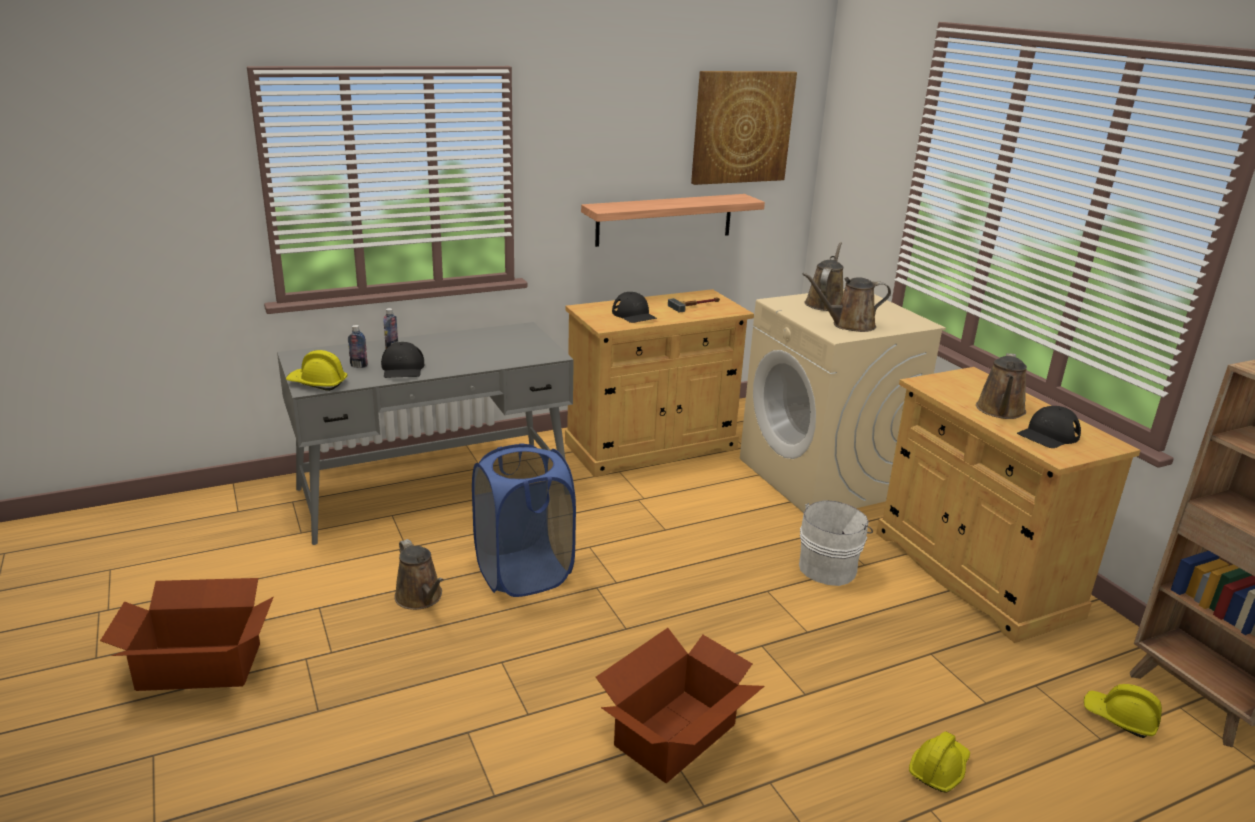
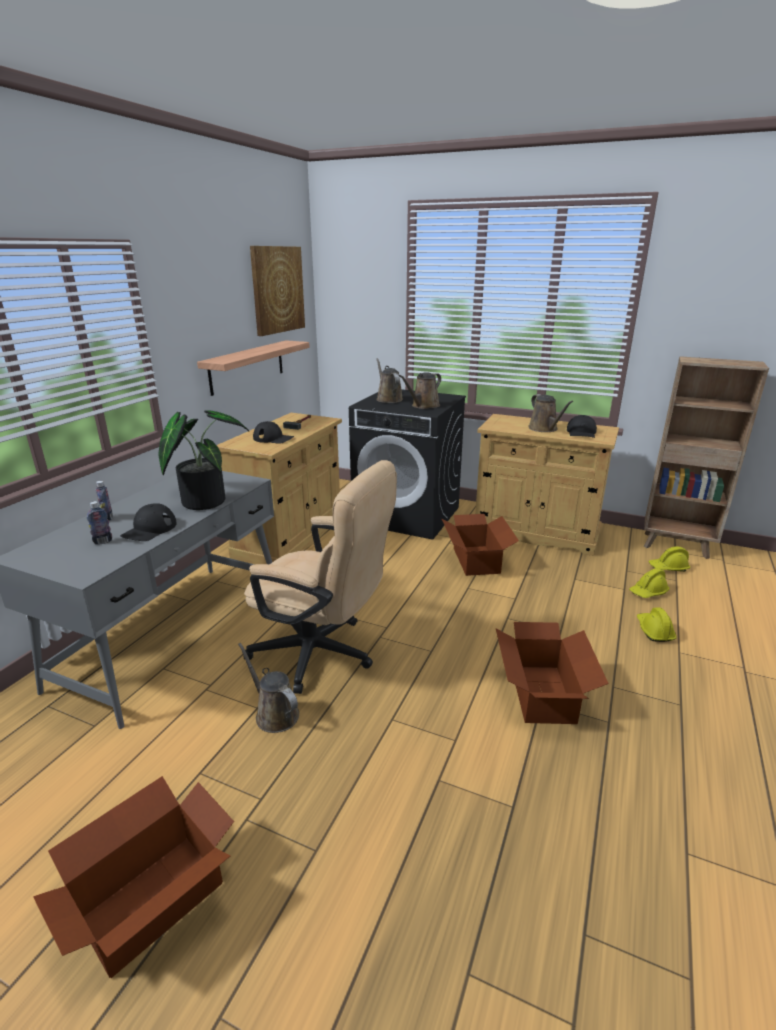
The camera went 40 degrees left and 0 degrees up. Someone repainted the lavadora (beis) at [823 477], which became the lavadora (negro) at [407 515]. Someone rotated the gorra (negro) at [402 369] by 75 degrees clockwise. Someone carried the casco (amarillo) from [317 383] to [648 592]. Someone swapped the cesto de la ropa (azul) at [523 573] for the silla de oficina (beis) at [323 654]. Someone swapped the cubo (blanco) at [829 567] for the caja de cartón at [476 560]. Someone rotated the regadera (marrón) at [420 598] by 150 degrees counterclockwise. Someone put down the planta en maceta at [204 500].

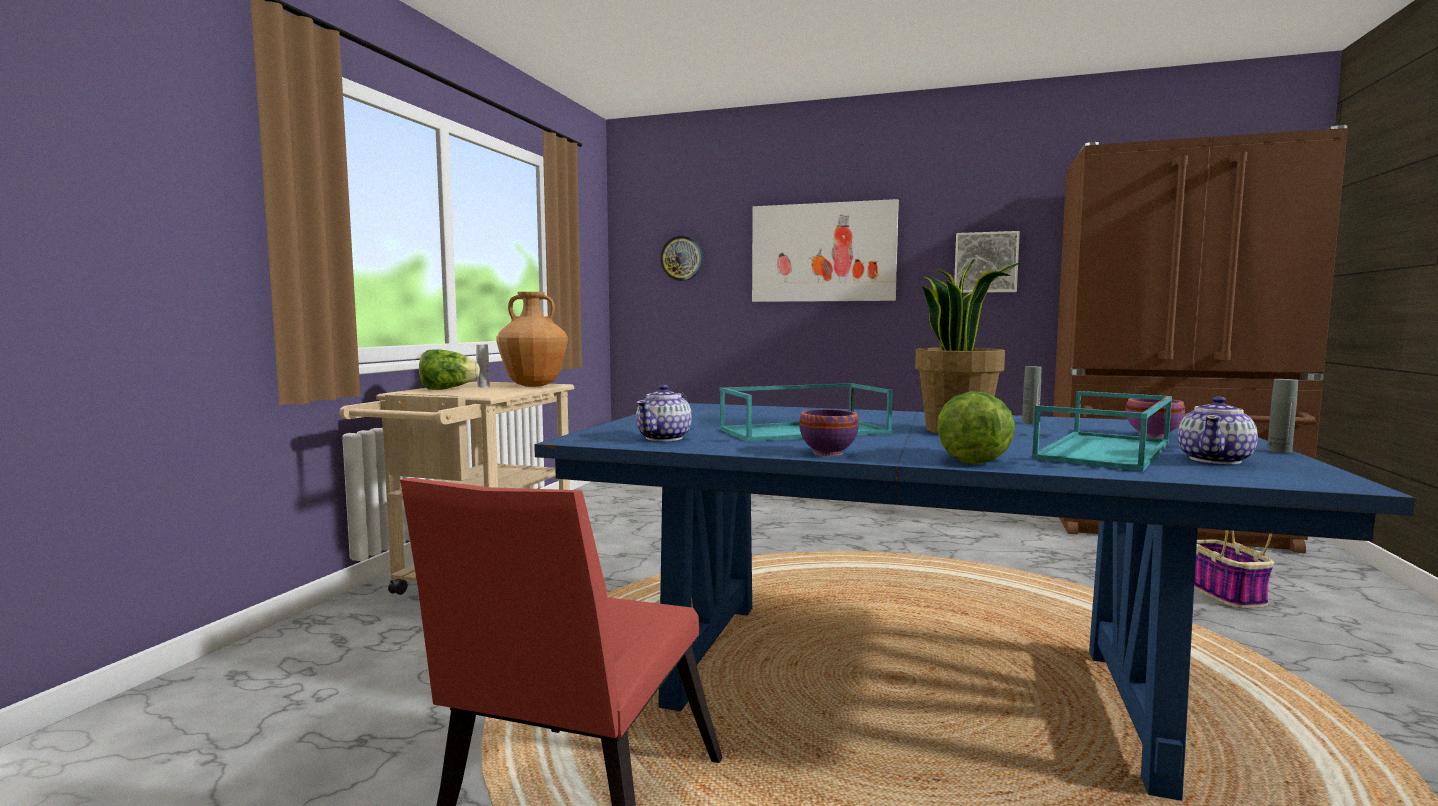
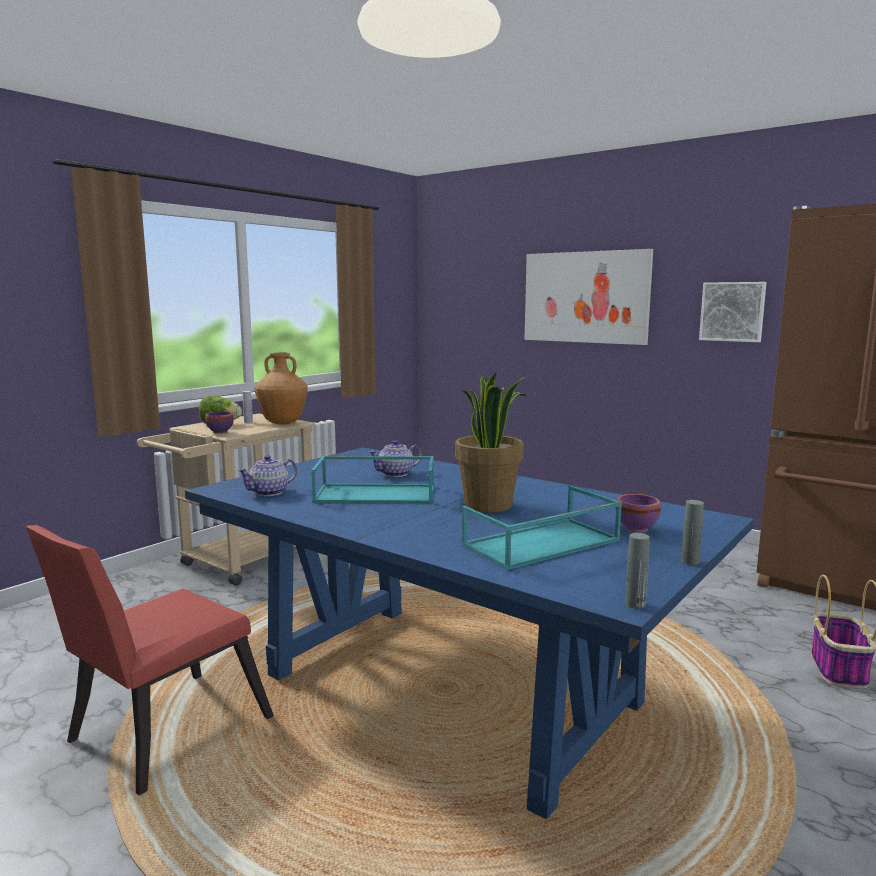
The camera went 20 degrees right and 5 degrees up. Someone took away the reloj de pared at [682 258]. Someone carried the botella (gris) from [1030 423] to [635 604]. Someone took away the lechuga at [970 459]. Someone carried the tetera from [1215 460] to [396 474]. Someone carried the cuenco (morado) from [826 453] to [219 432].

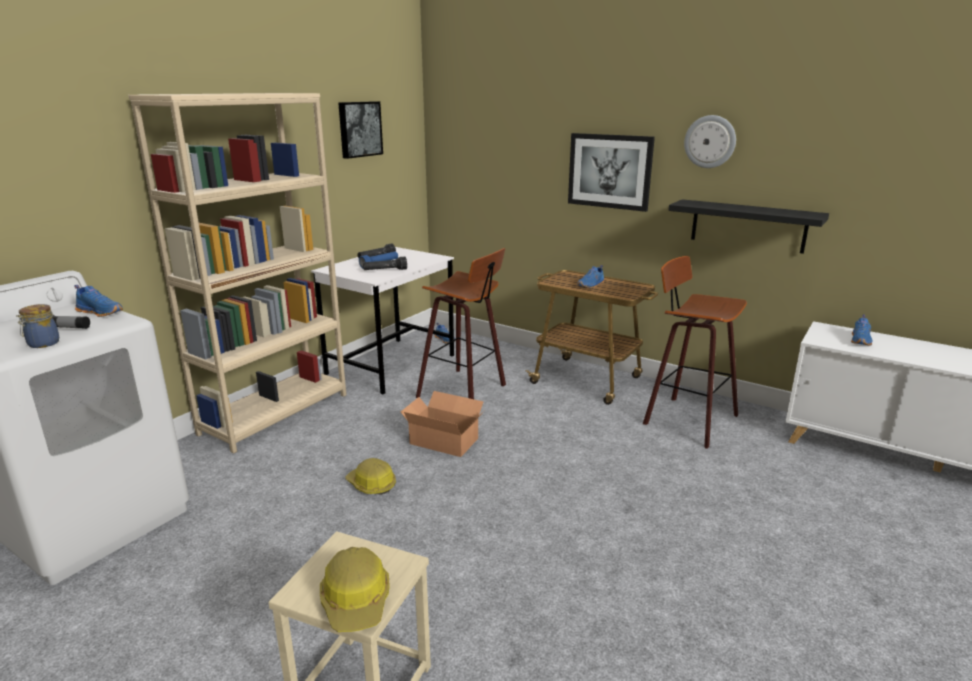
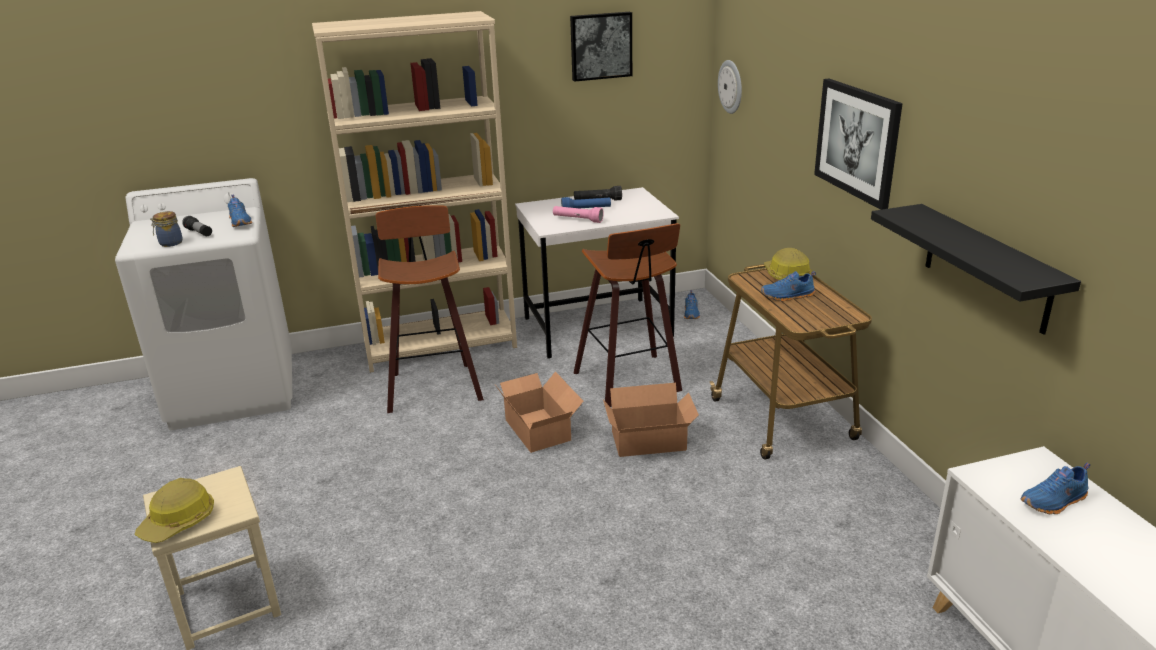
The camera went 40 degrees right and 5 degrees up. Someone carried the reloj de pared from [710 141] to [731 86]. Someone carried the taburete from [687 419] to [432 385]. Someone repainted the linterna (negro) at [385 270], which became the linterna (rosa) at [577 220]. Someone carried the casco from [371 485] to [786 276]. Someone put down the caja de cartón at [651 442].

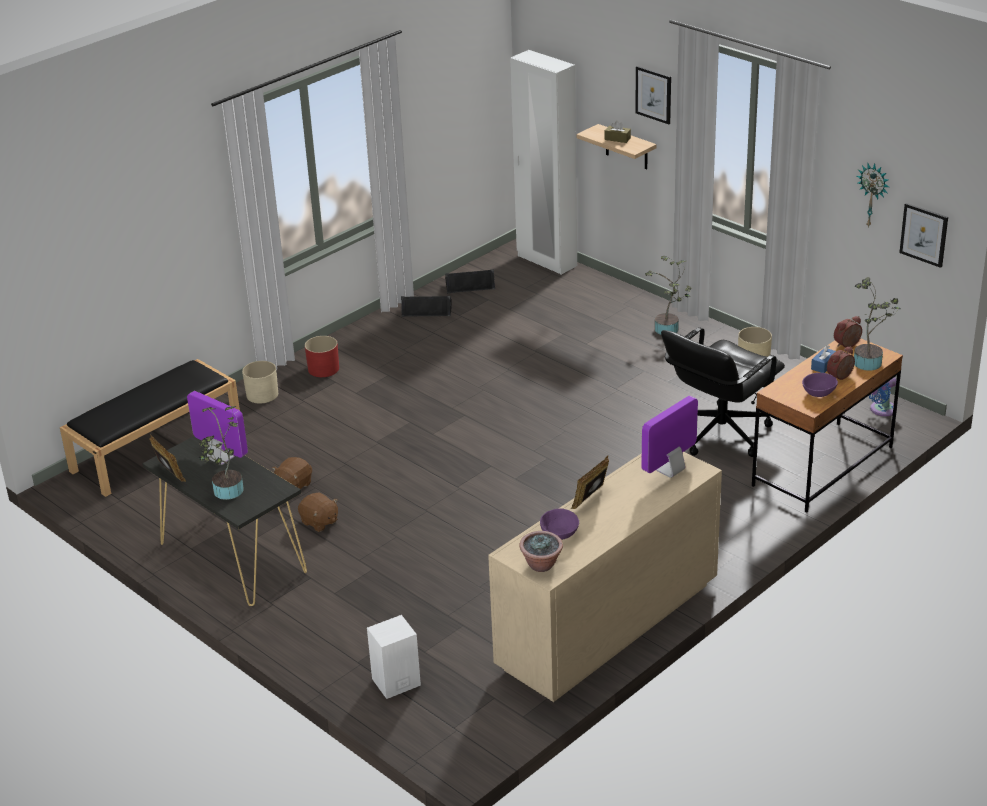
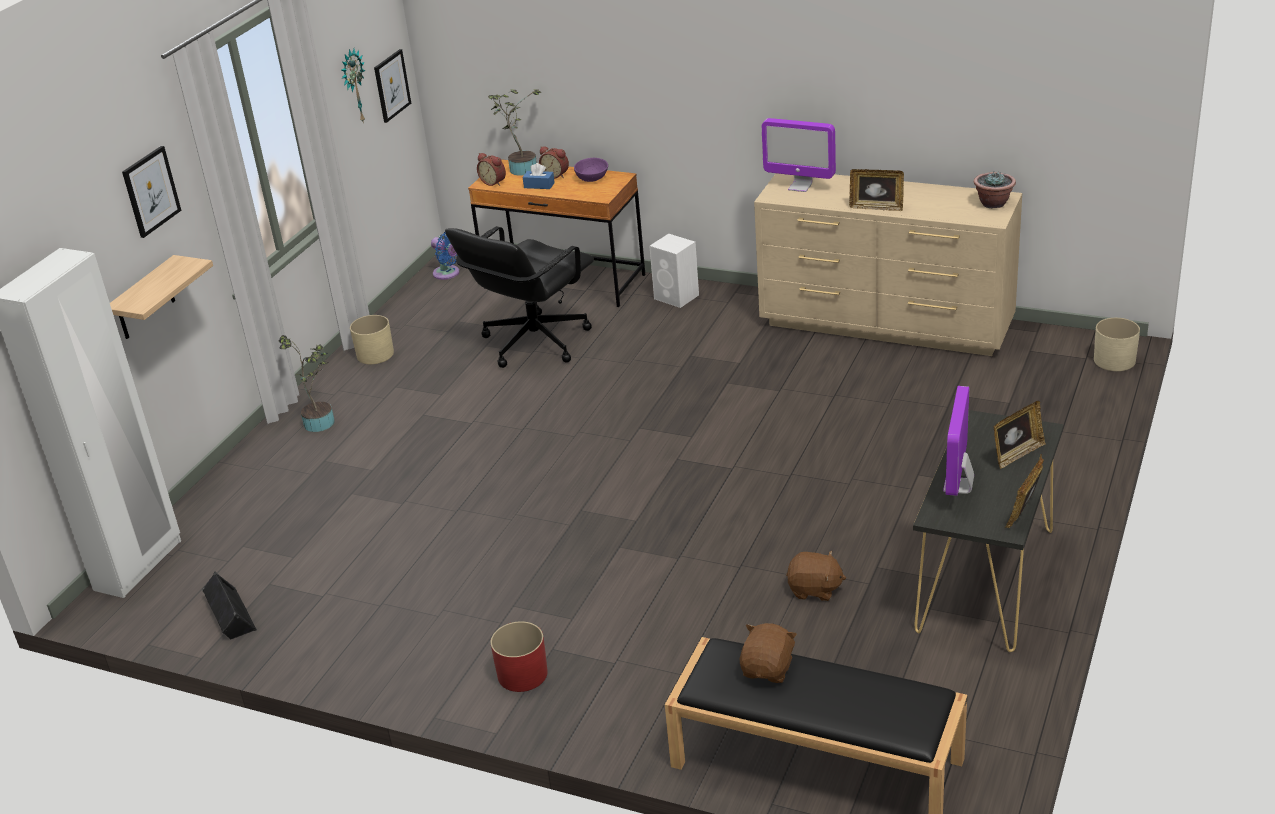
The camera went 110 degrees left and 0 degrees up. Someone took away the caja de pañuelos (marrón) at [617 139]. Someone took away the altavoz (negro) at [426 310]. Someone rotated the silla de oficina (negro) at [719 433] by 105 degrees clockwise. Someone carried the maceta (beis) from [262 394] to [1114 361]. Someone swapped the planta en maceta at [226 492] for the portarretratos at [1016 454]. Someone carried the peluche (marrón) from [319 522] to [768 669]. Someone took away the cuenco (morado) at [559 533]. Someone carried the altavoz (blanco) from [395 682] to [677 297].

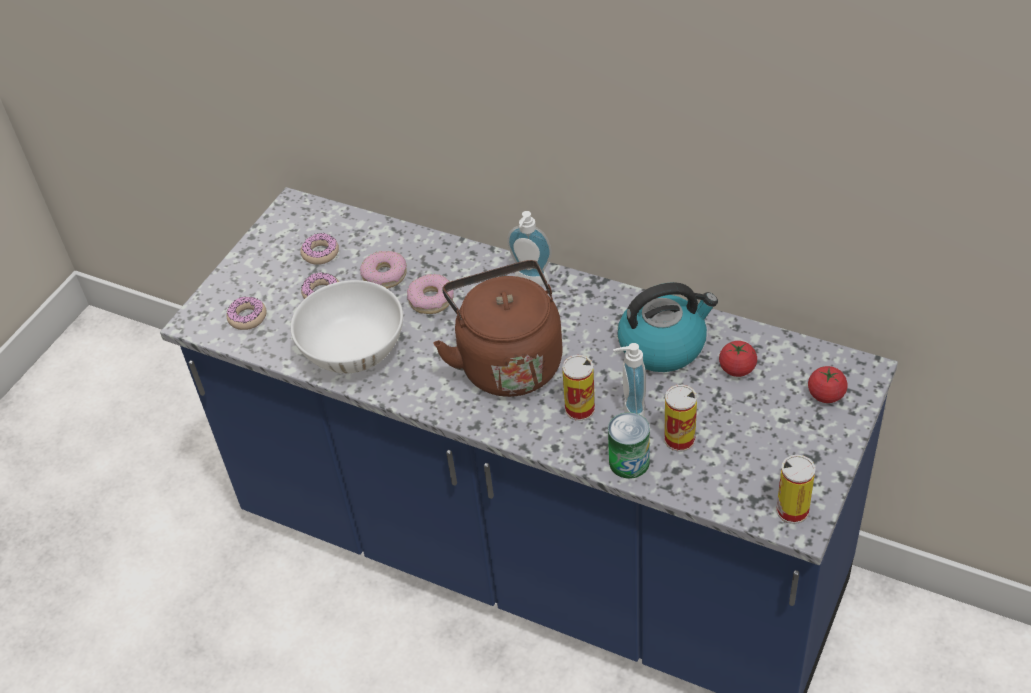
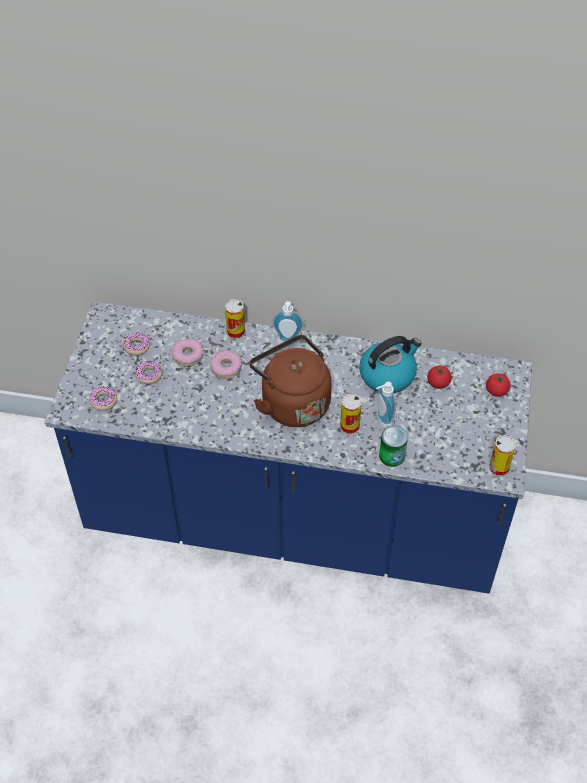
The camera went 20 degrees left and 5 degrees up. Someone took away the cuenco (blanco) at [354 353]. Someone carried the lata from [679 439] to [236 332].

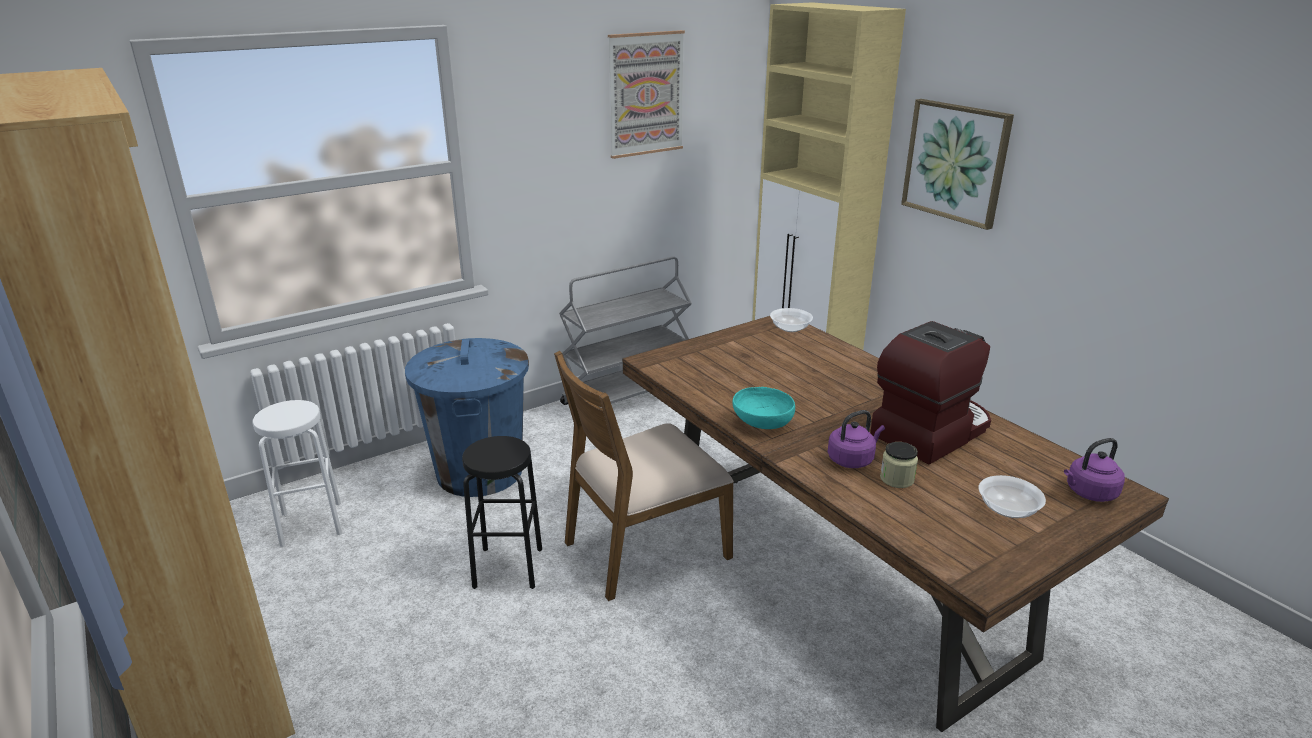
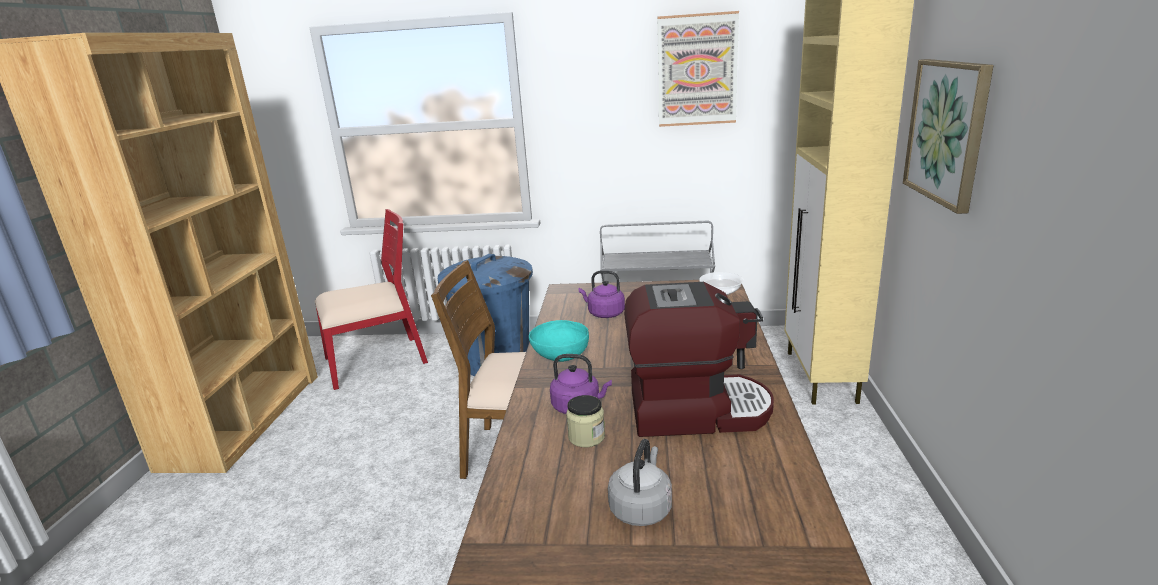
The camera went 40 degrees right and 5 degrees down. Someone swapped the taburete (blanco) at [311 524] for the silla (rojo) at [377 361]. Someone took away the taburete (negro) at [508 567]. Someone carried the hervidor (morado) from [1088 493] to [604 314]. Someone swapped the cuenco at [1007 509] for the hervidor (gris) at [641 508].

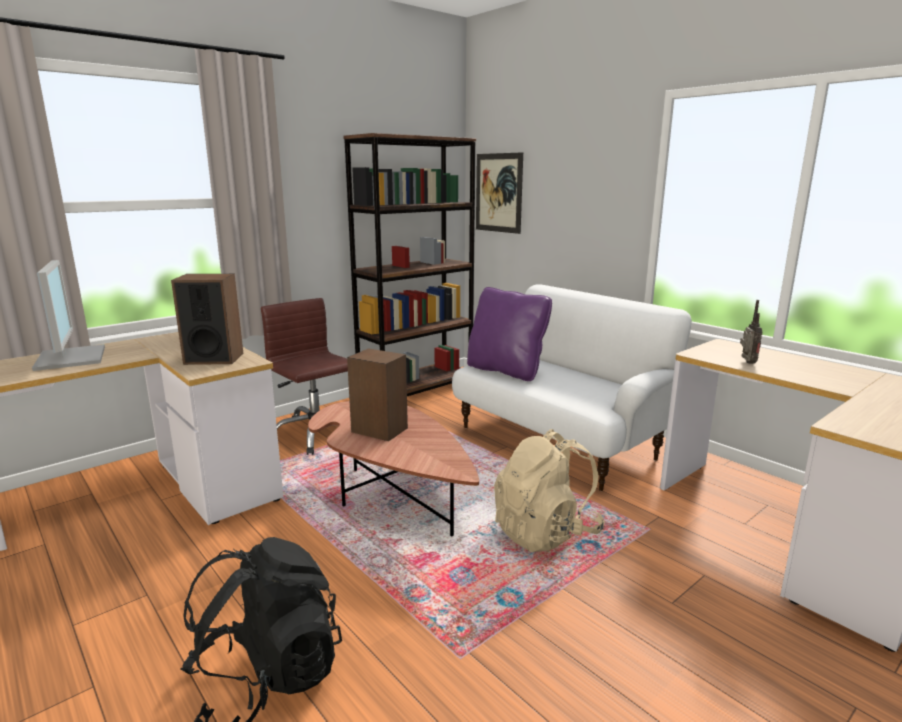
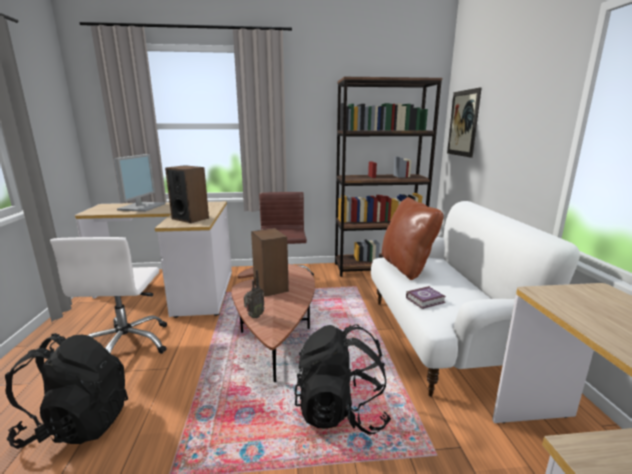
The camera went 35 degrees right and 0 degrees up. Someone repainted the cojín (morado) at [506 370], which became the cojín (marrón) at [406 267]. Someone carried the radio from [747 363] to [254 316]. Someone repainted the mochila (beis) at [545 532], which became the mochila (negro) at [341 411]. Someone put down the silla de oficina (blanco) at [127 345]. Someone put down the libro at [426 300].

